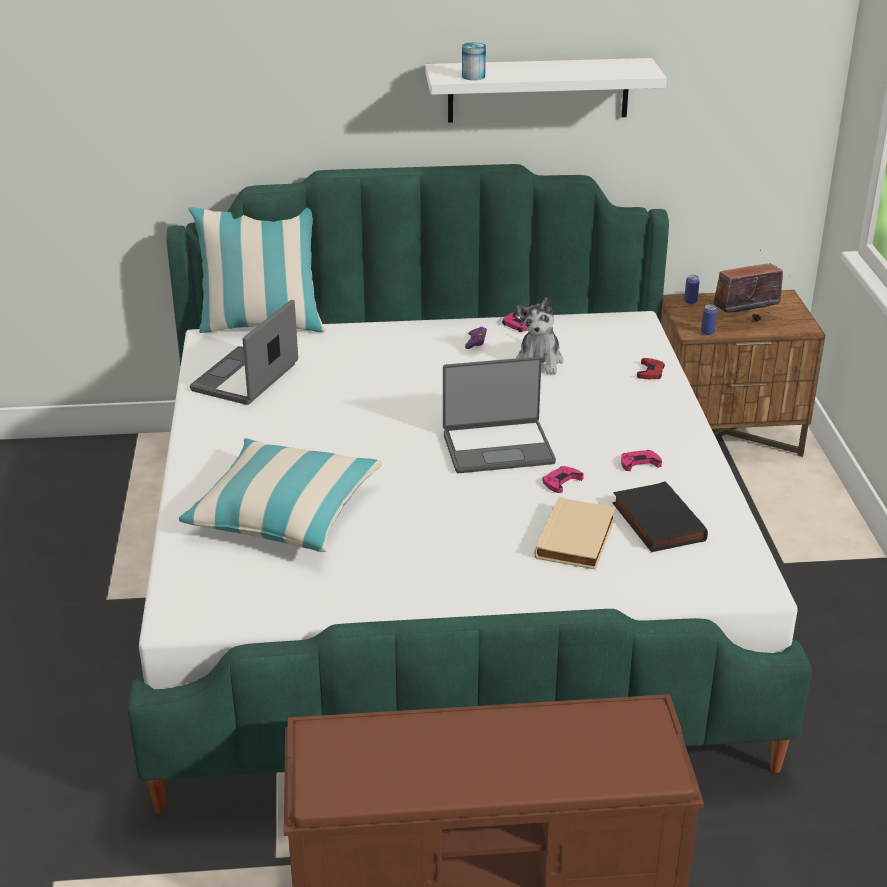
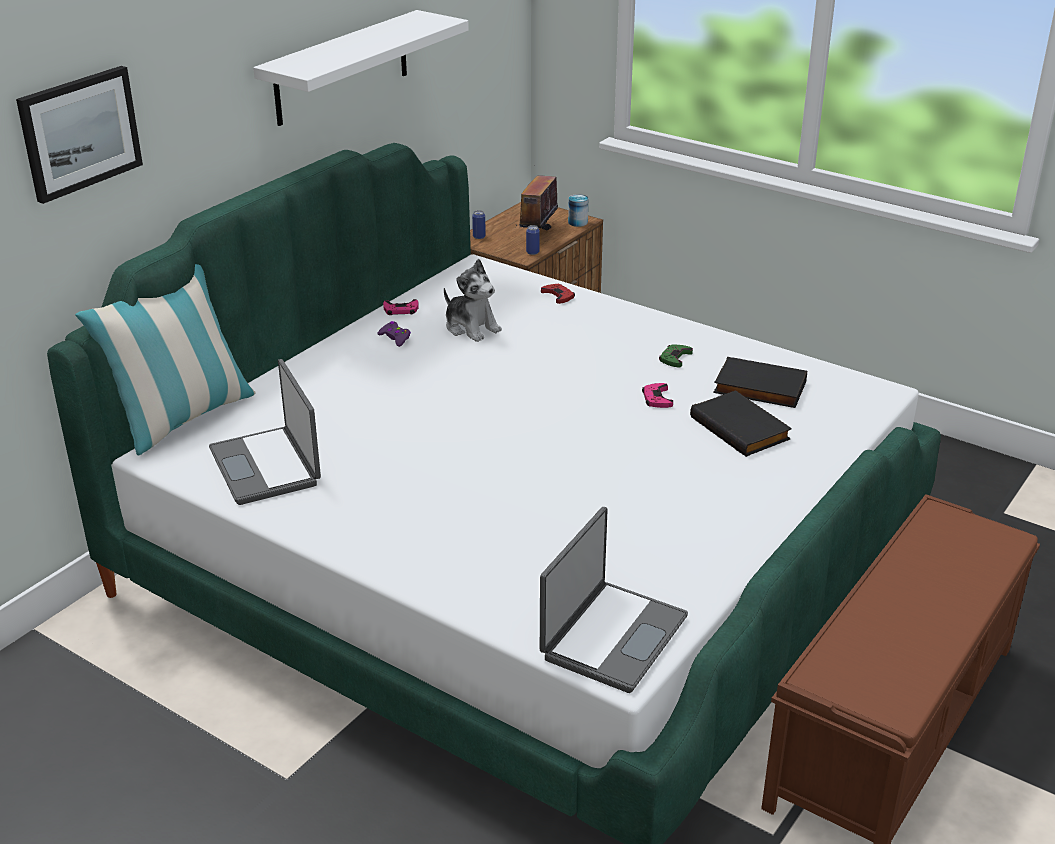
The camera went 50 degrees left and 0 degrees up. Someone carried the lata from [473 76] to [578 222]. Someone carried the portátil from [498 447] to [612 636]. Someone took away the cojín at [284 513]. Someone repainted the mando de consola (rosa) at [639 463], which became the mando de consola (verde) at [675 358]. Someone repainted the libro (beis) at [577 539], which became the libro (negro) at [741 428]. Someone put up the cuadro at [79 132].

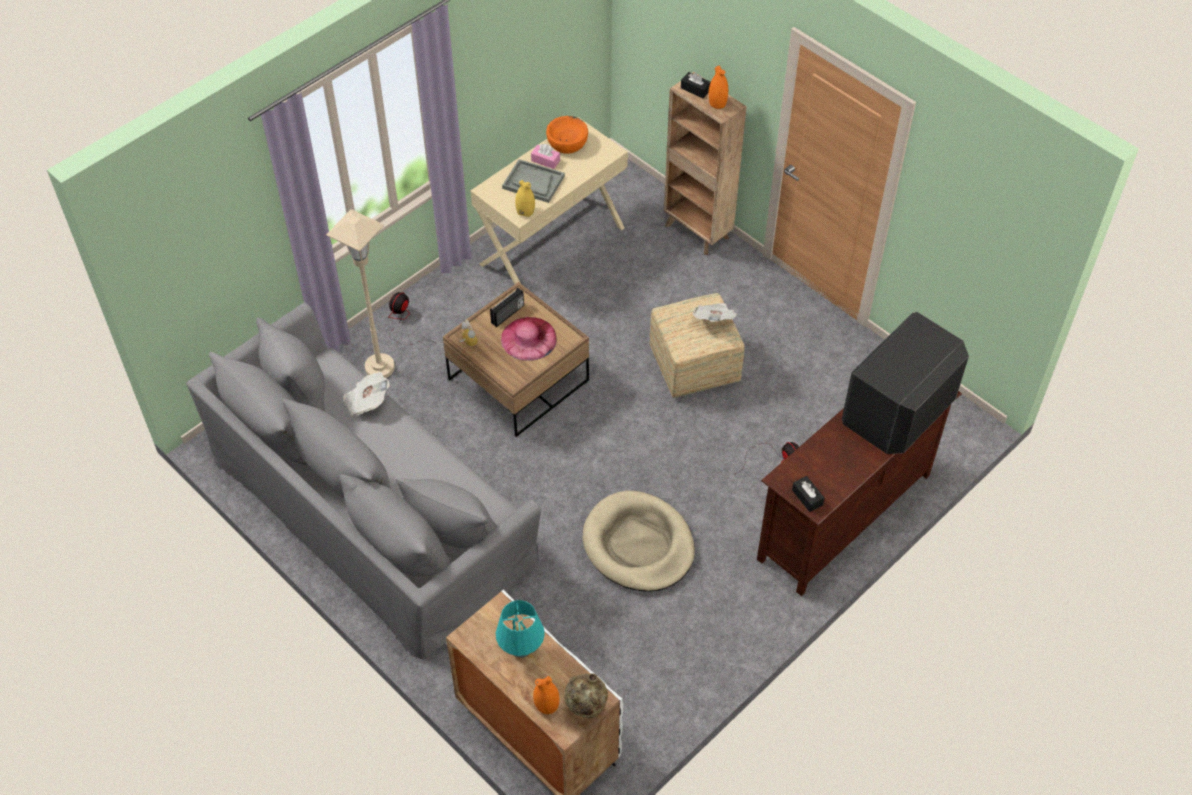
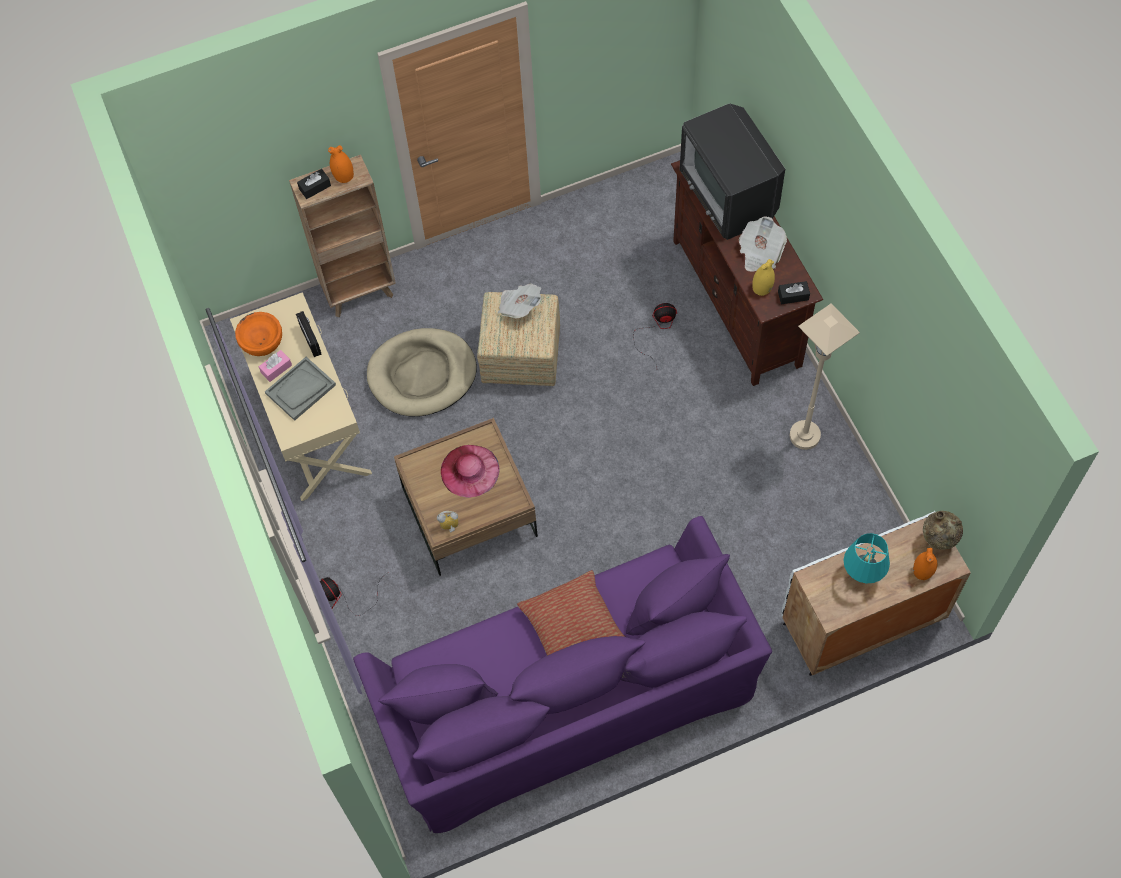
The camera went 65 degrees left and 10 degrees up. Someone carried the florero (amarillo) from [525 212] to [762 288]. Someone carried the lámpara de pie (beis) from [379 367] to [804 436]. Someone carried the radio from [508 314] to [311 339]. Someone repainted the sofá (gris) at [371 506], which became the sofá (morado) at [564 692]. Someone carried the periódico from [366 402] to [760 253]. Someone carried the cama para perro (beis) from [638 545] to [422 375]. Someone put down the cojín at [572 627].

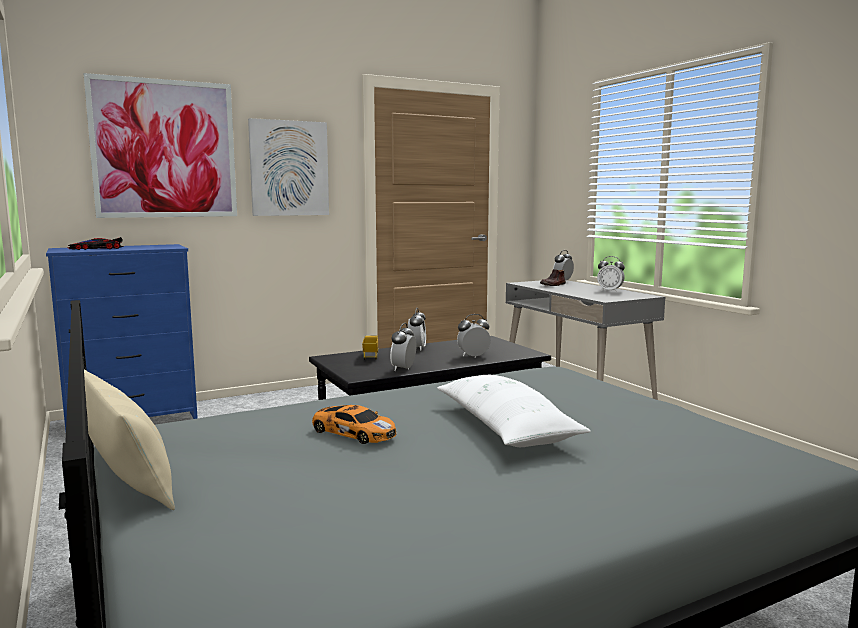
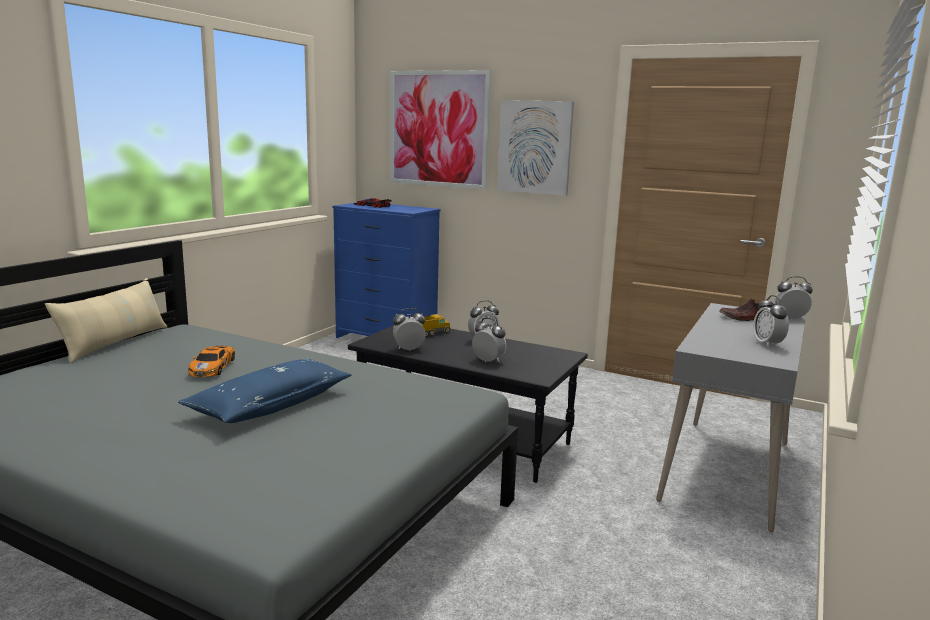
The camera went 55 degrees right and 5 degrees up. Someone repainted the cojín (blanco) at [504 427], which became the cojín (azul) at [271 405].

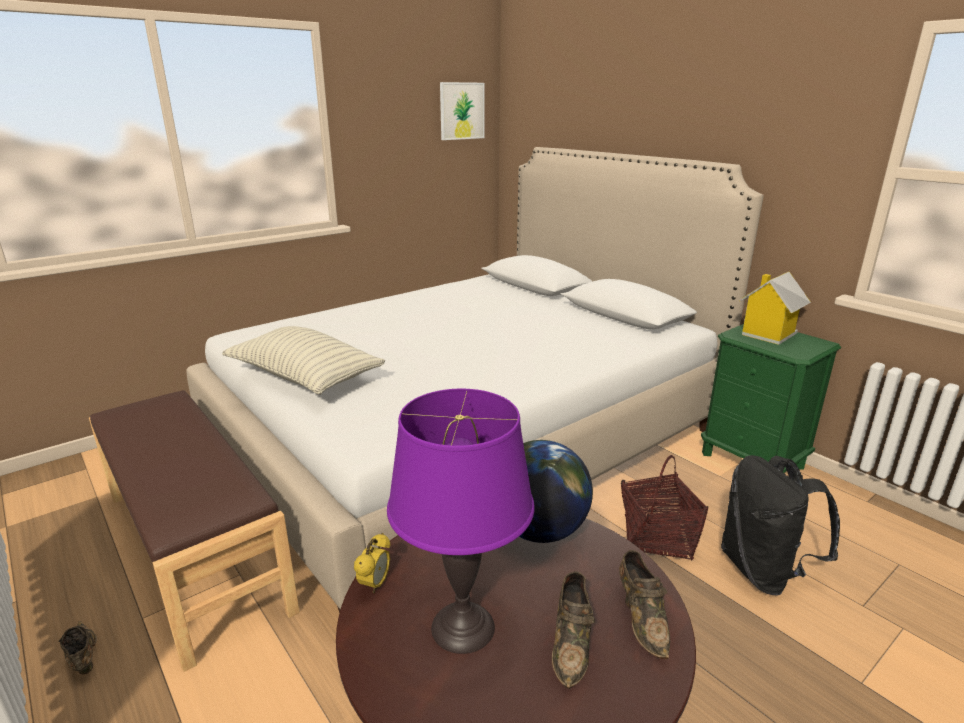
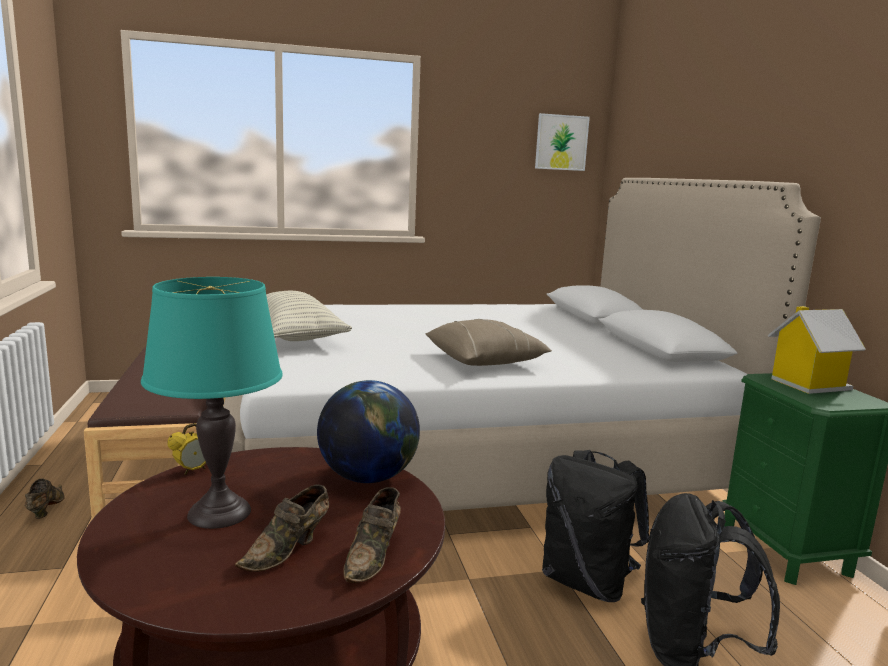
The camera went 25 degrees right and 10 degrees down. Someone repainted the lámpara de mesa (morado) at [463 627], which became the lámpara de mesa (turquesa) at [220 513]. Someone swapped the cesta at [657 538] for the mochila (negro) at [587 582]. Someone put down the cojín (beis) at [485 360].

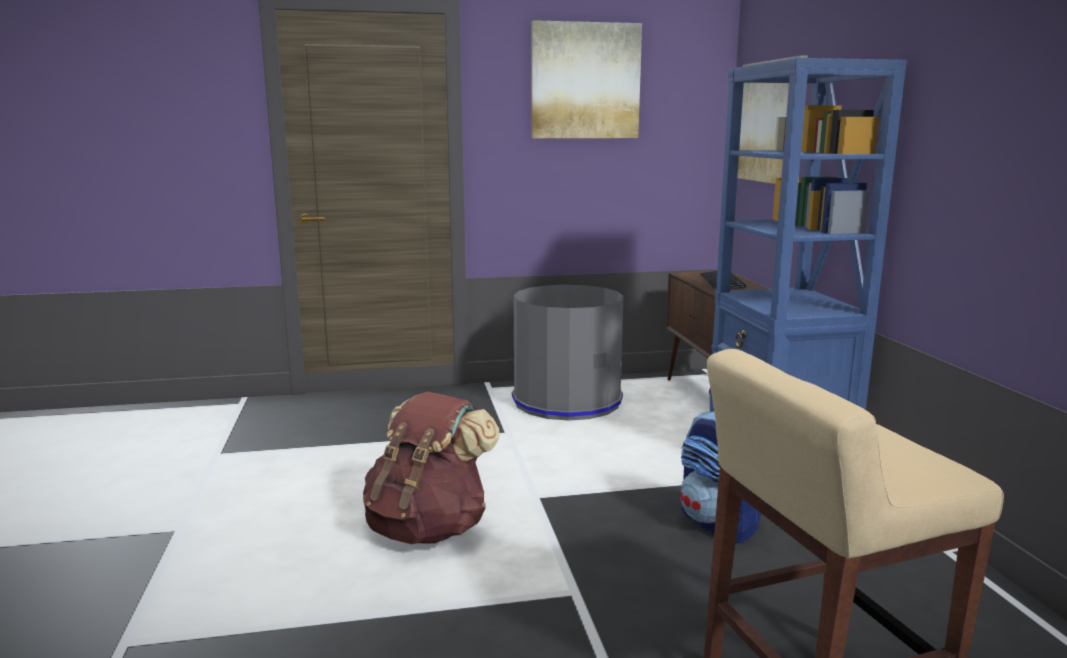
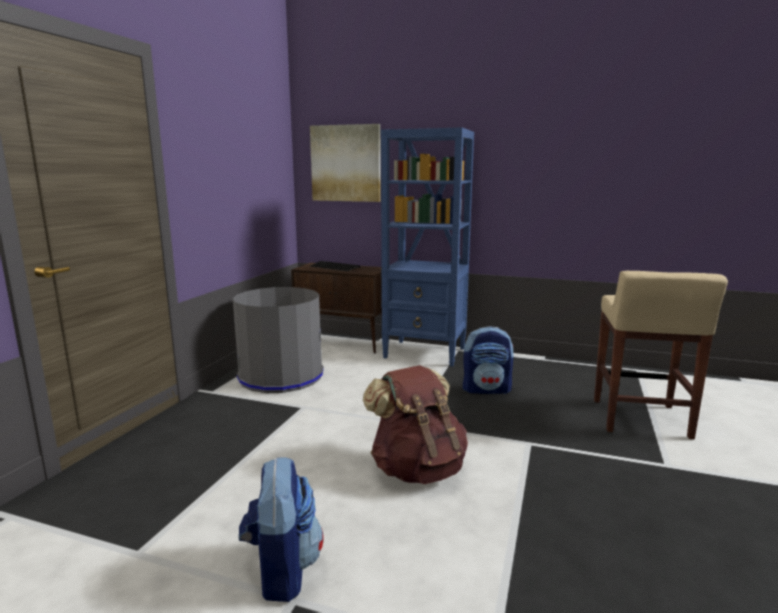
The camera went 60 degrees left and 0 degrees up. Someone took away the cuadro at [585 81]. Someone put down the mochila at [282 570].

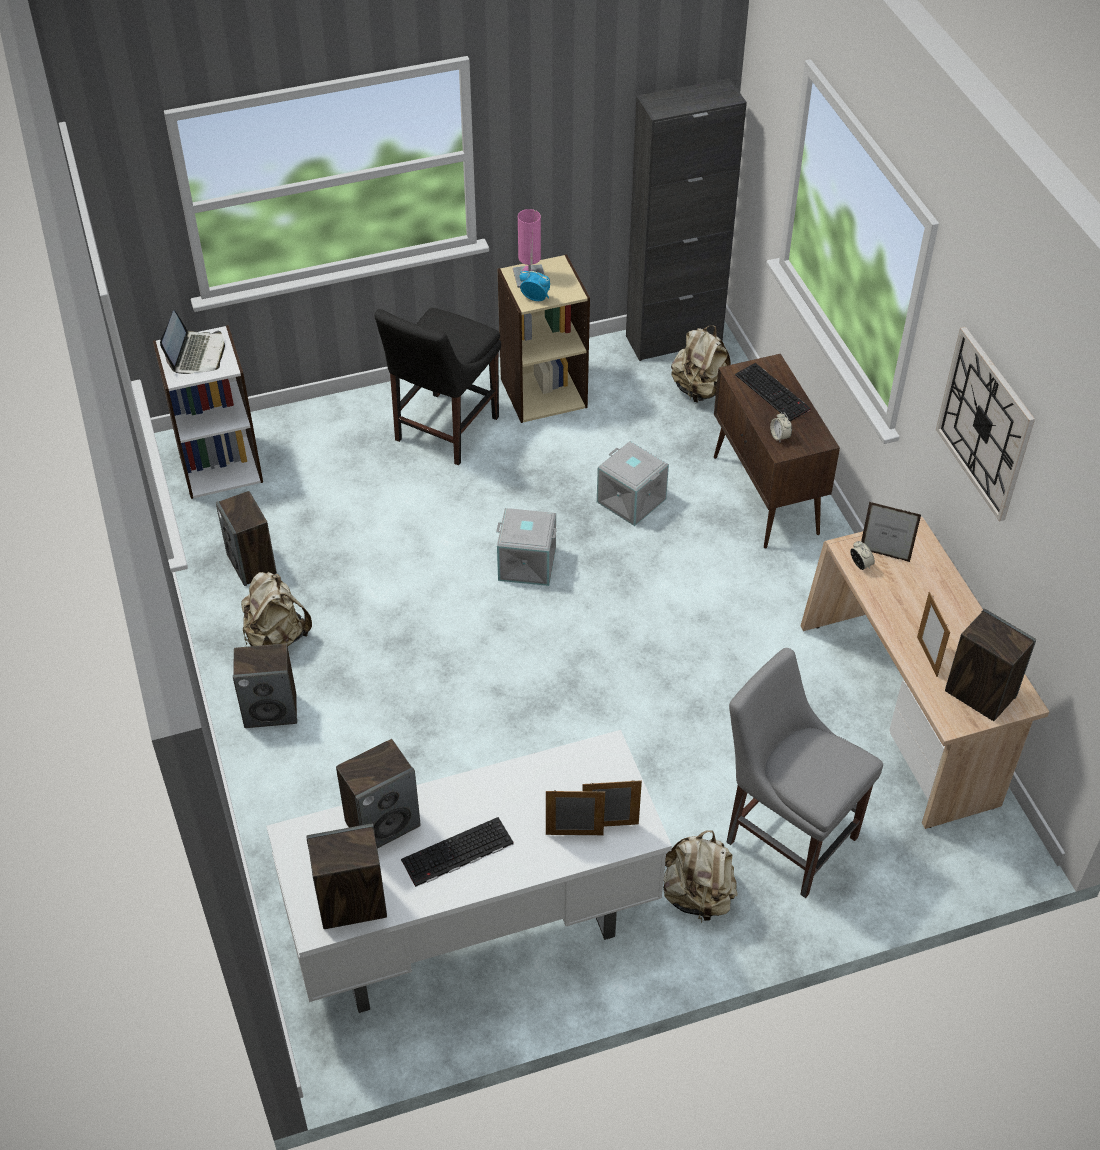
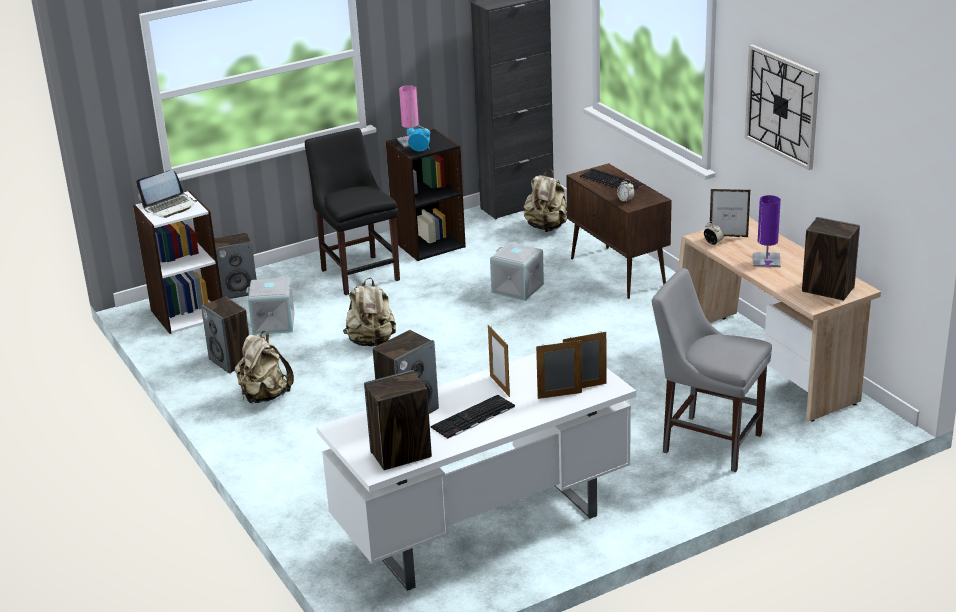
The camera went 10 degrees left and 20 degrees down. Someone repainted the estantería (beis) at [543 392], which became the estantería (negro) at [429 243]. Someone rotated the silla (negro) at [443 431] by 135 degrees clockwise. Someone rotated the portátil at [196 354] by 60 degrees clockwise. Someone carried the caja de almacenaje (gris) from [527 563] to [274 323]. Someone carried the portarretratos from [927 656] to [499 386]. Someone carried the altavoz from [271 710] to [238 291]. Someone carried the mochila (beis) from [697 896] to [372 342]. Someone put down the lámpara de mesa (morado) at [766 260].

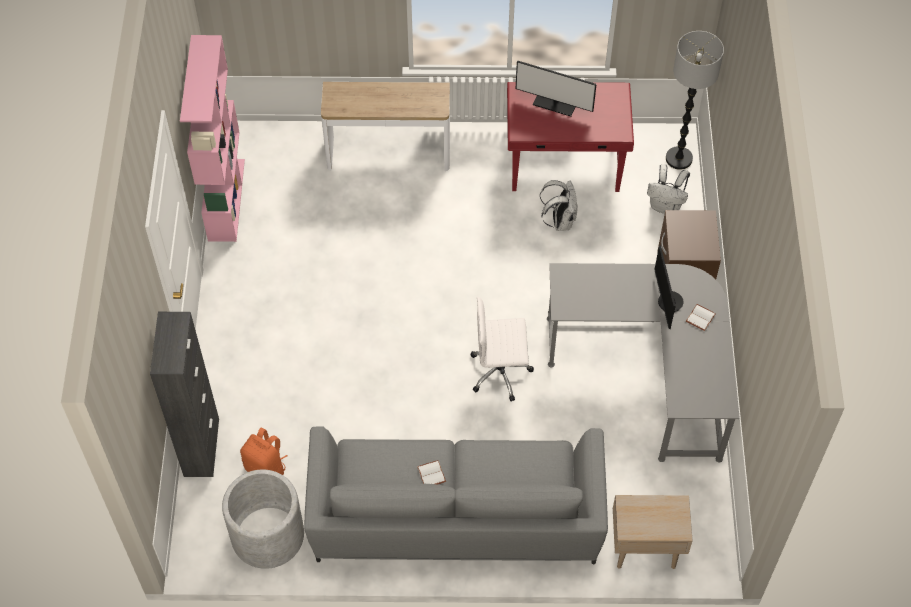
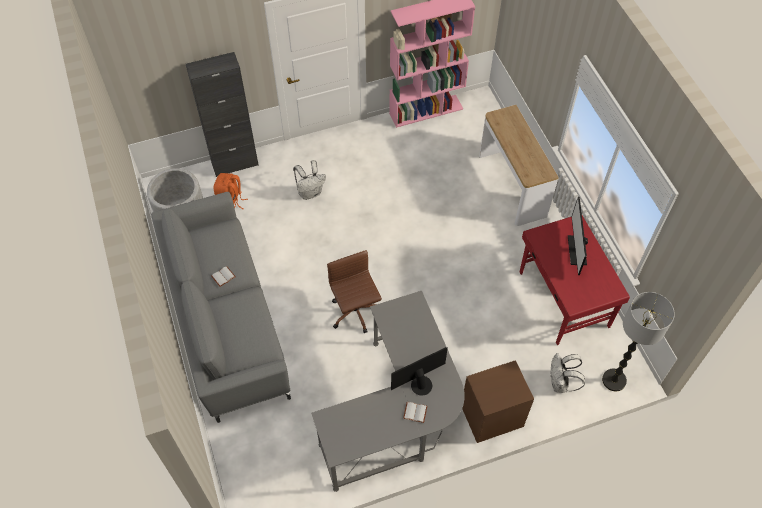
The camera went 70 degrees right and 0 degrees up. Someone carried the mochila (blanco) from [560 221] to [310 192]. Someone repainted the silla de oficina (blanco) at [501 372], which became the silla de oficina (marrón) at [356 313]. Someone took away the mesa auxiliar (beis) at [644 550].

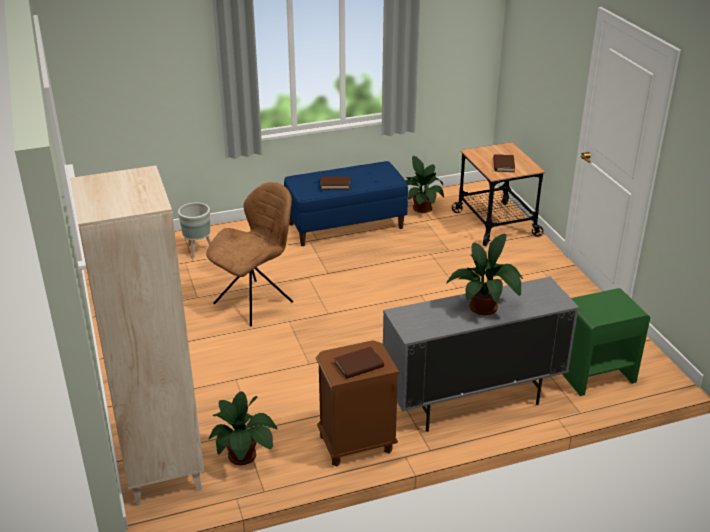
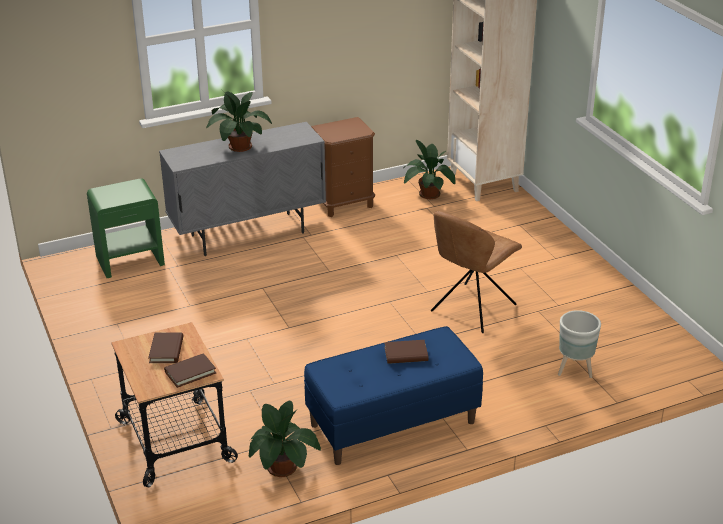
The camera went 175 degrees right and 0 degrees up. Someone carried the libro (marrón) from [359 365] to [190 372].

